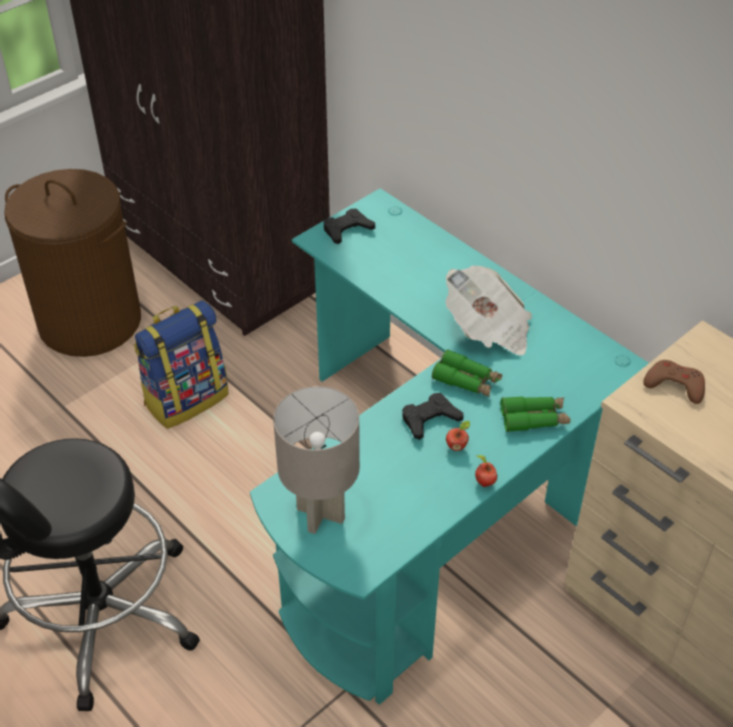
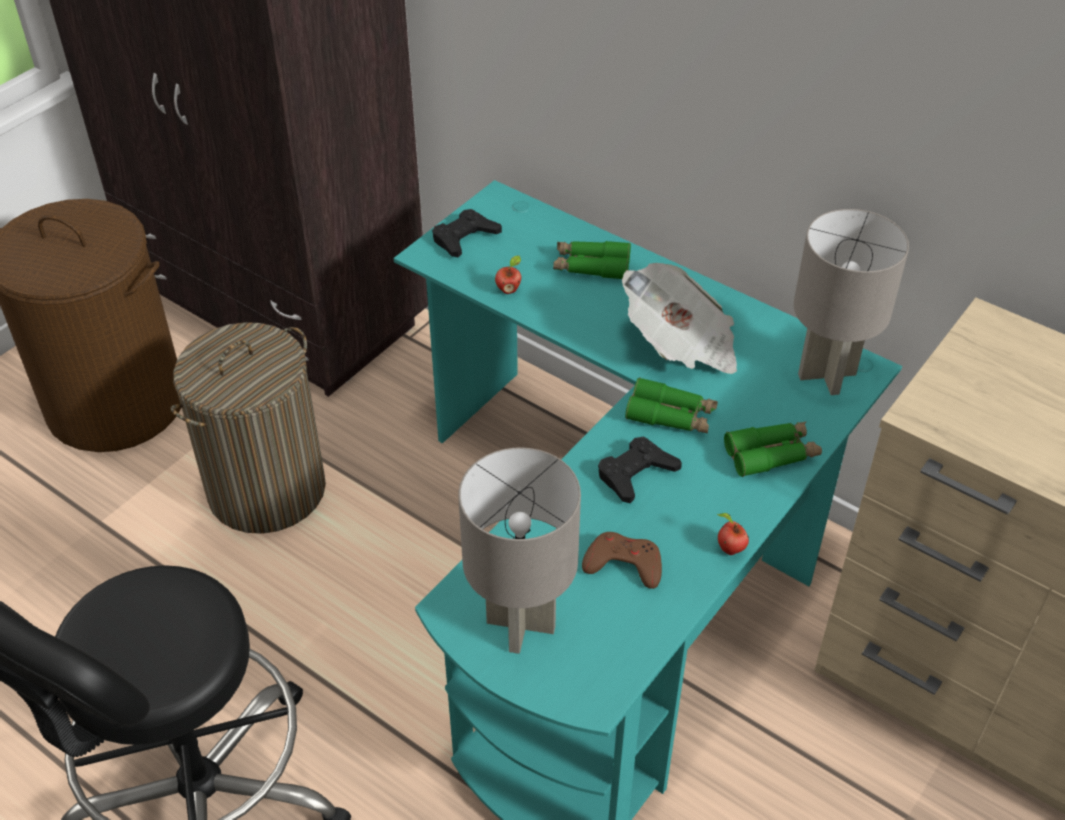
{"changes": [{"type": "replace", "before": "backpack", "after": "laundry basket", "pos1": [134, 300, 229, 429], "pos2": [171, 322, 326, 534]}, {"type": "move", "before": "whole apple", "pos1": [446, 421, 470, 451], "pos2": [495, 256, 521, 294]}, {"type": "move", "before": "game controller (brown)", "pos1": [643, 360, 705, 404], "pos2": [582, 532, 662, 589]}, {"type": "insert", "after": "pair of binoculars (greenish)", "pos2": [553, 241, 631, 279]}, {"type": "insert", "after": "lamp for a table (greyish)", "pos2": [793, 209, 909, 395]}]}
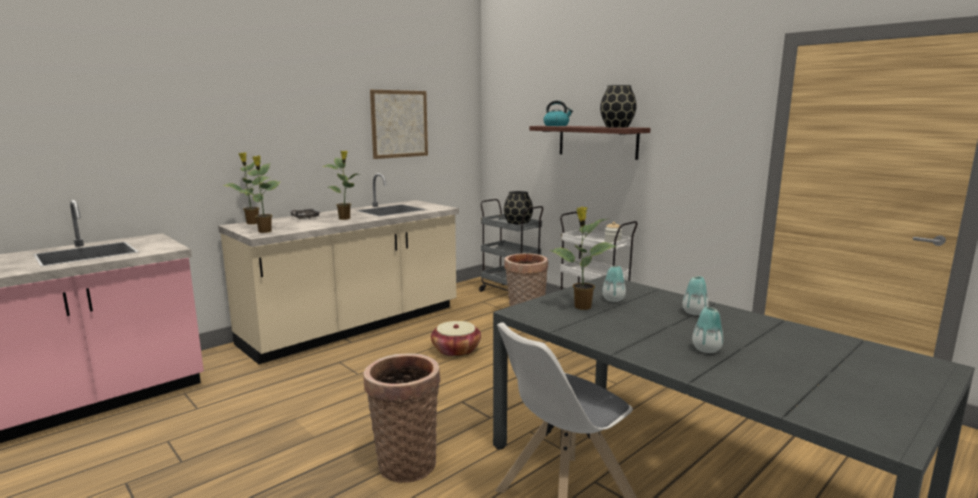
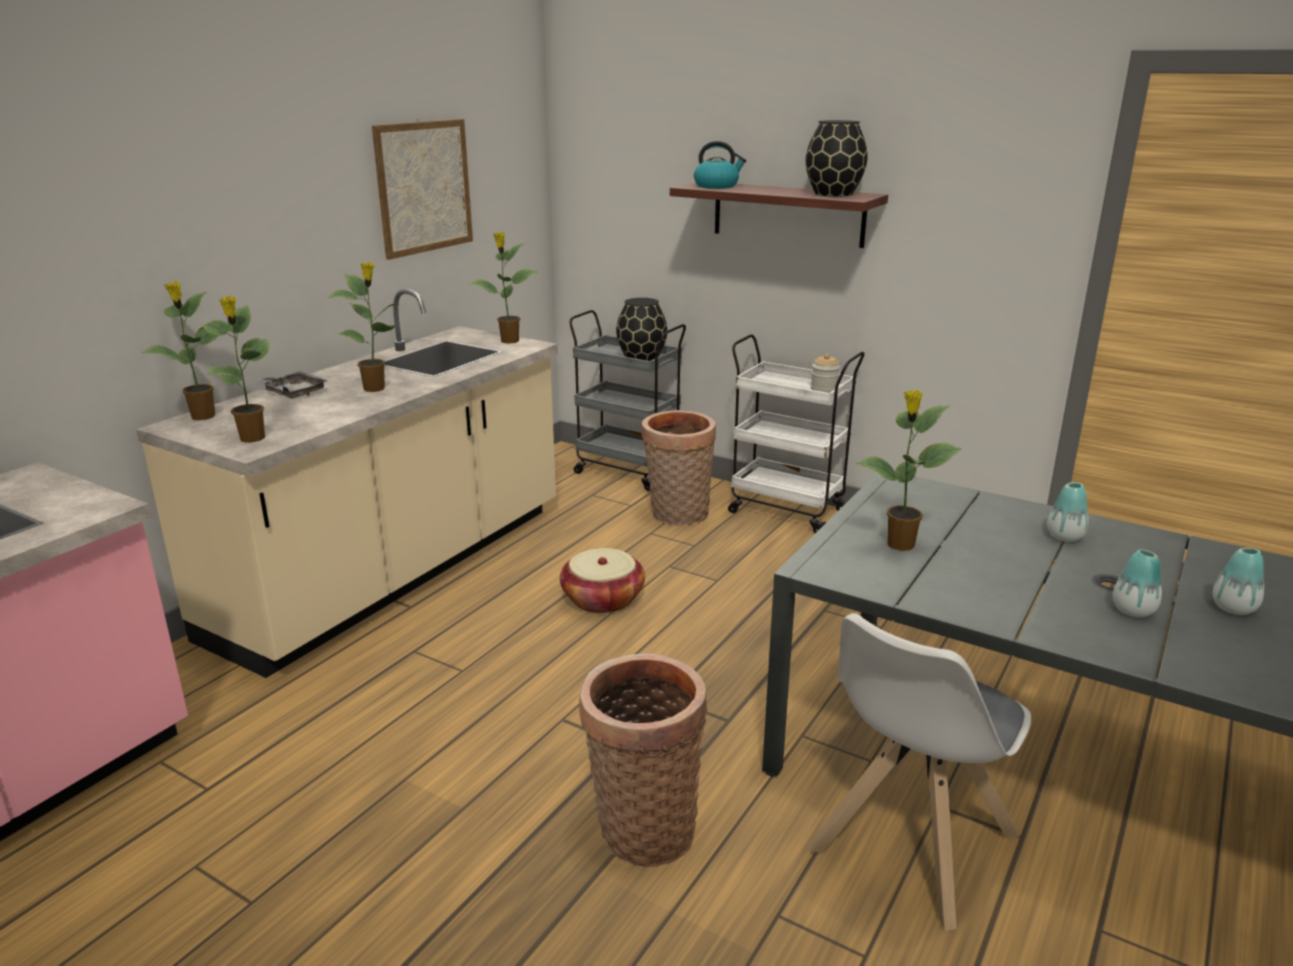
{"changes": [{"type": "move", "before": "vase", "pos1": [602, 266, 626, 302], "pos2": [1213, 548, 1264, 615]}, {"type": "insert", "after": "plant in a pot", "pos2": [469, 232, 538, 344]}]}
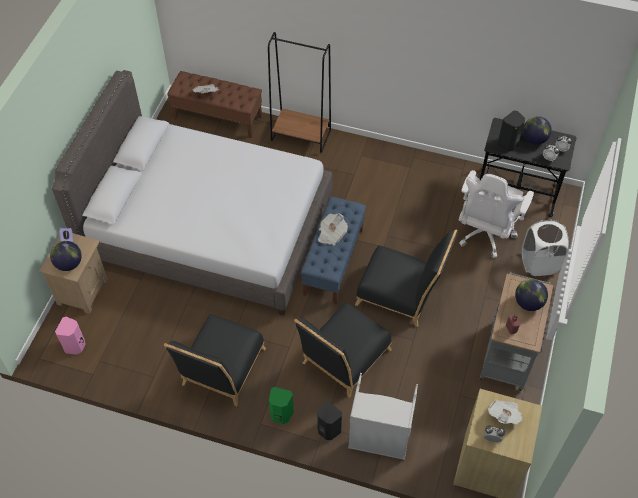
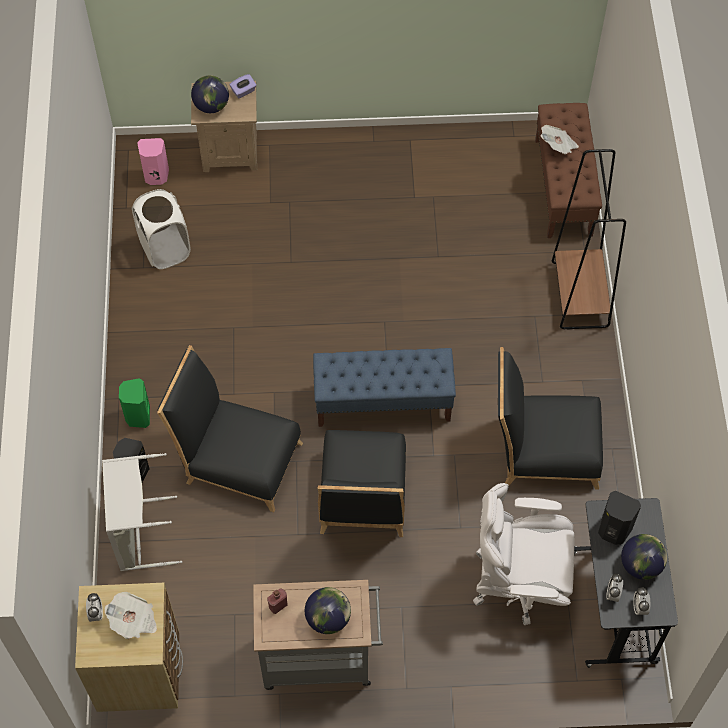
{"changes": [{"type": "delete", "before": "sleeping bed (greyish)", "pos1": [52, 70, 332, 316]}, {"type": "move", "before": "upright chair (blackish)", "pos1": [164, 314, 266, 406], "pos2": [498, 347, 603, 489]}, {"type": "delete", "before": "newspaper", "pos1": [318, 214, 348, 245]}, {"type": "move", "before": "laundry basket (whitish)", "pos1": [522, 220, 569, 276], "pos2": [132, 189, 191, 269]}]}
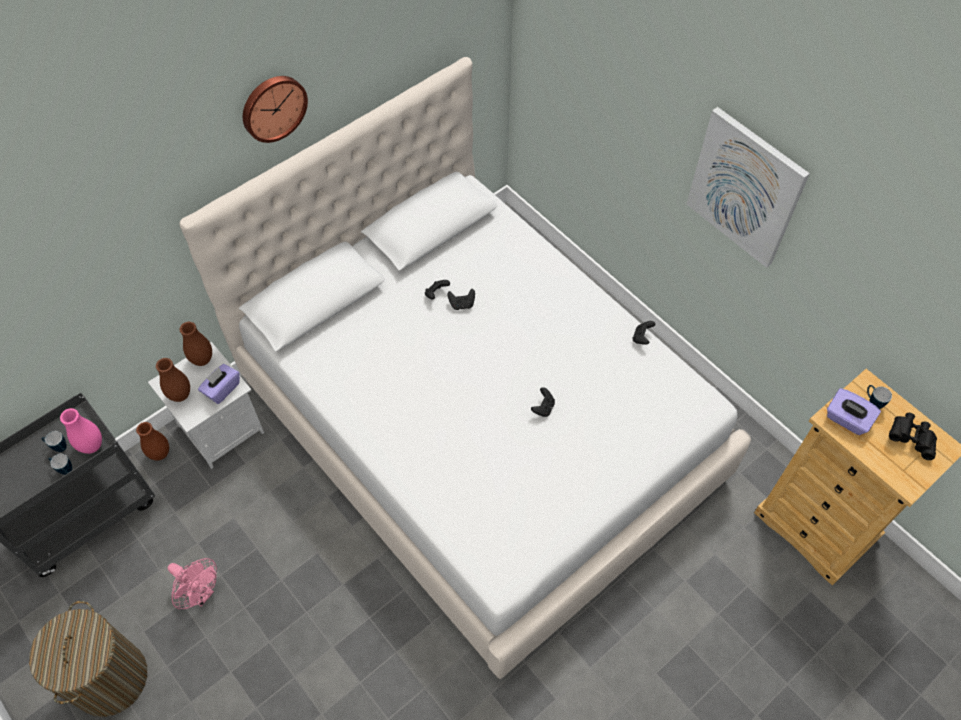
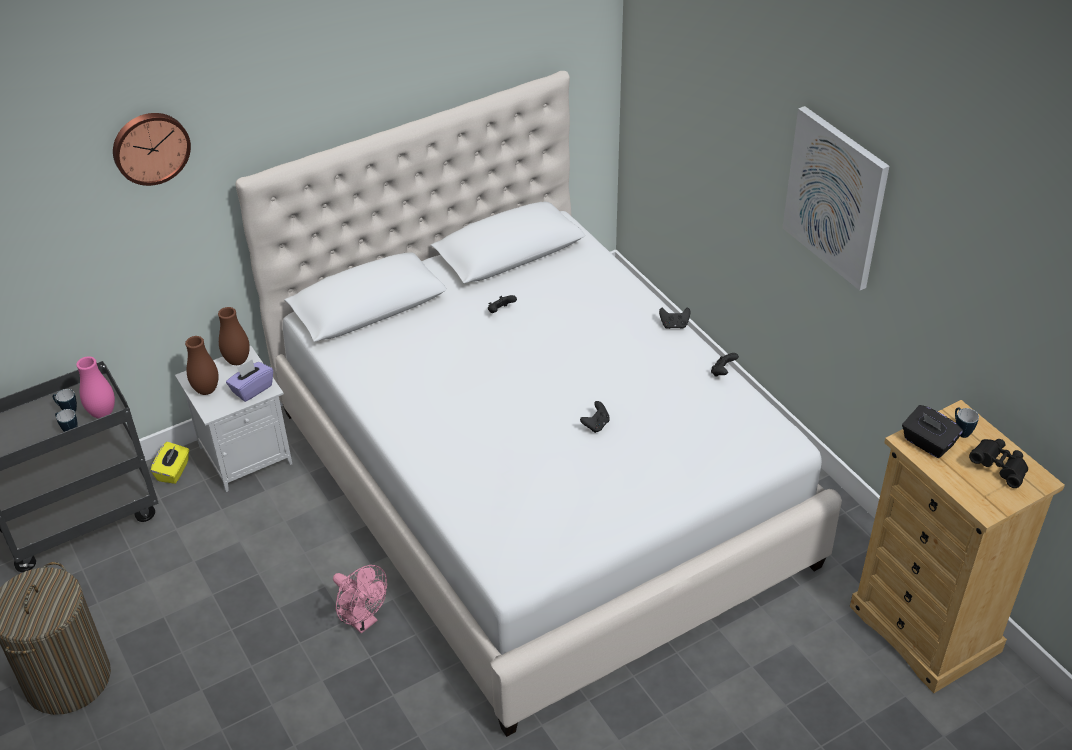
{"changes": [{"type": "replace", "before": "vase (brown)", "after": "tissue box (yellowish)", "pos1": [136, 422, 169, 460], "pos2": [151, 442, 189, 484]}, {"type": "move", "before": "cooling fan (pink-coloured)", "pos1": [168, 558, 217, 609], "pos2": [333, 565, 387, 634]}, {"type": "move", "before": "hanging clock", "pos1": [243, 76, 308, 143], "pos2": [113, 113, 191, 186]}, {"type": "move", "before": "game controller (blackish)", "pos1": [447, 289, 475, 310], "pos2": [659, 307, 690, 329]}, {"type": "recolor", "before": "tissue box (purplish)", "after": "tissue box (blackish)", "pos1": [827, 388, 881, 435], "pos2": [902, 405, 963, 458]}]}
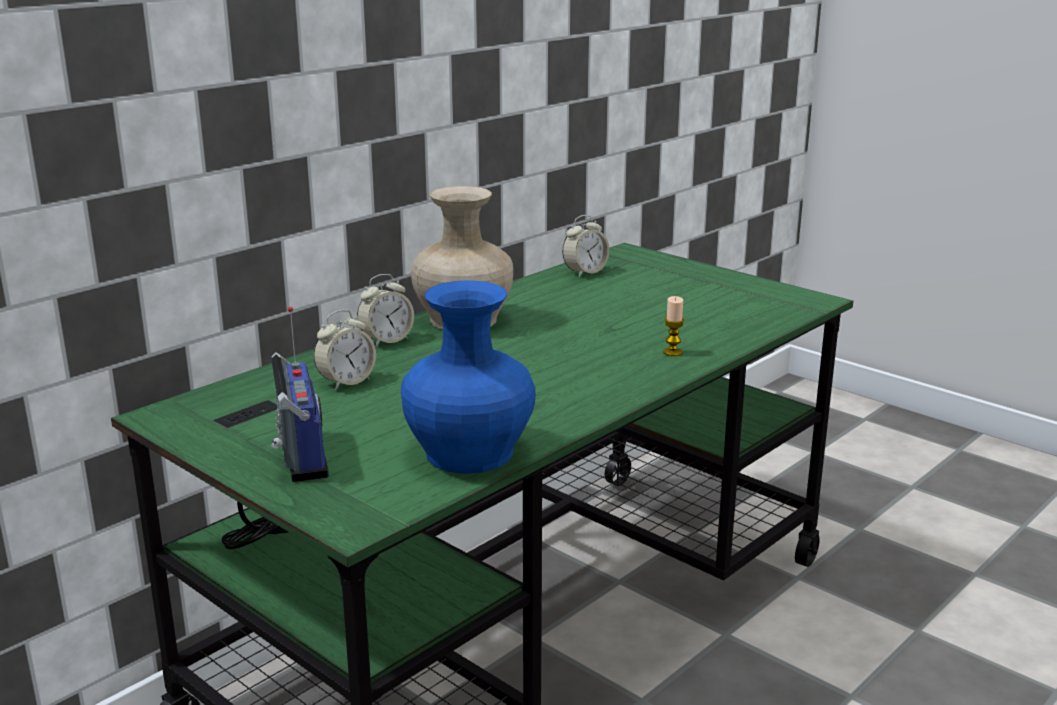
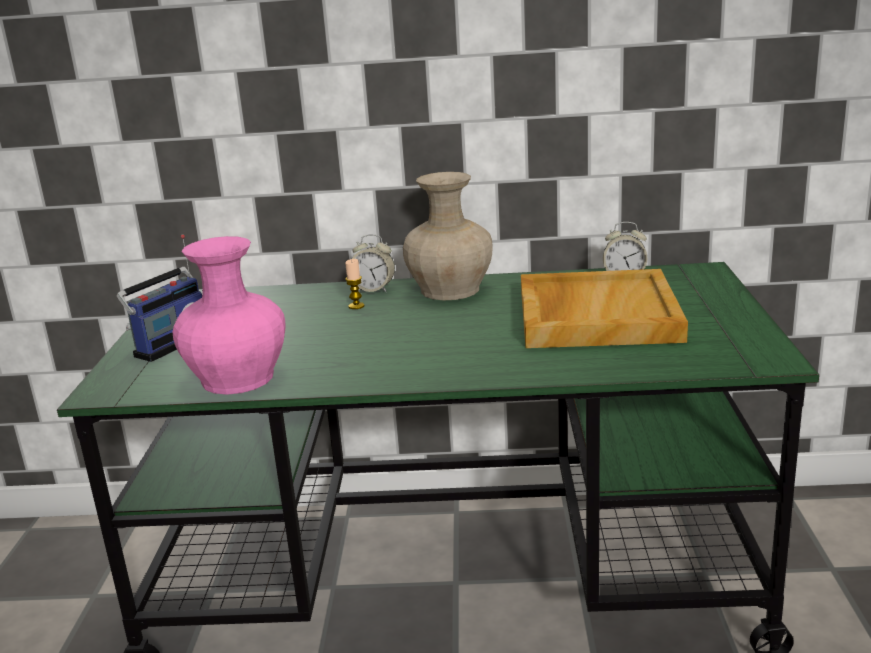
{"changes": [{"type": "delete", "before": "bedside clock", "pos1": [313, 310, 376, 390]}, {"type": "recolor", "before": "vase (blue-coloured)", "after": "vase (pink-coloured)", "pos1": [401, 280, 536, 474], "pos2": [172, 236, 286, 395]}, {"type": "move", "before": "wax light", "pos1": [663, 296, 684, 356], "pos2": [345, 259, 365, 309]}, {"type": "insert", "after": "carrying tray (beige-coloured)", "pos2": [521, 269, 688, 348]}]}
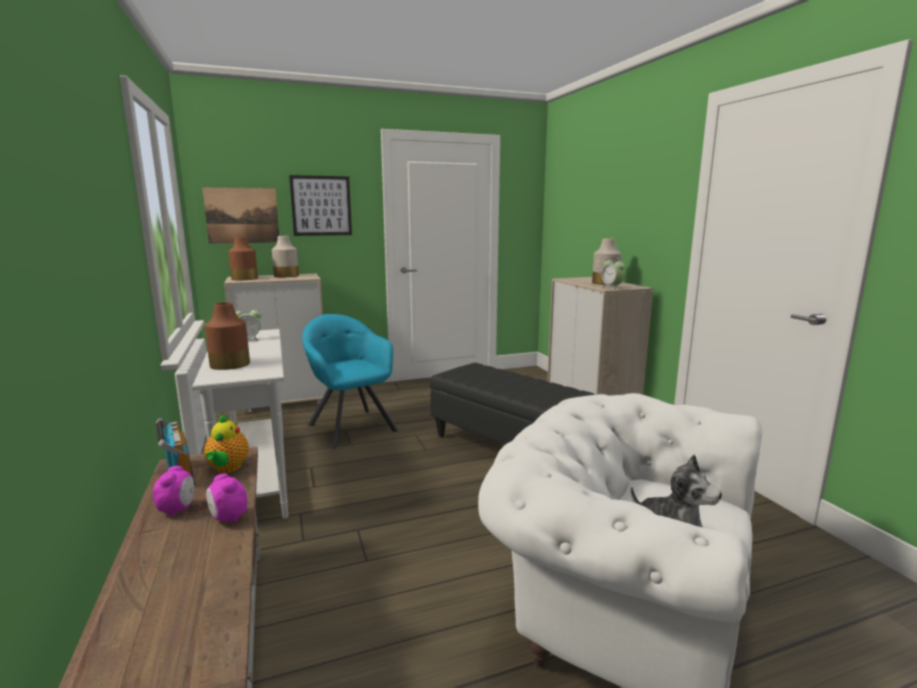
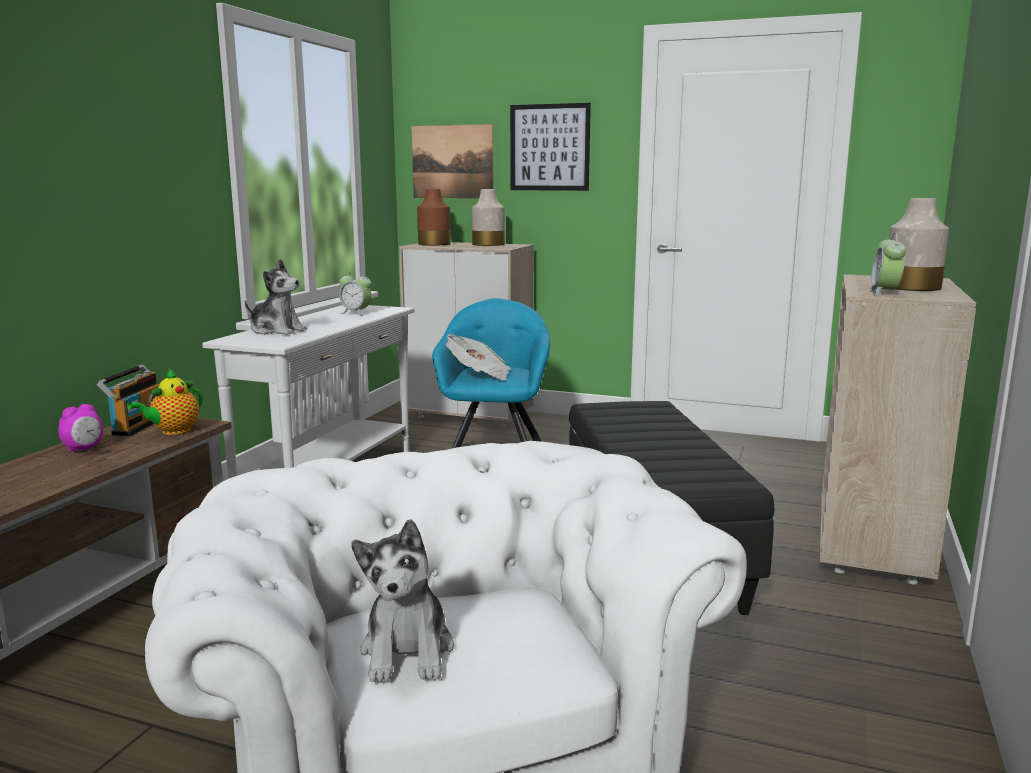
{"changes": [{"type": "replace", "before": "vase (brown)", "after": "soft toy", "pos1": [205, 302, 250, 370], "pos2": [245, 259, 307, 335]}, {"type": "delete", "before": "bedside clock", "pos1": [206, 473, 247, 523]}, {"type": "insert", "after": "newspaper", "pos2": [446, 334, 510, 380]}]}
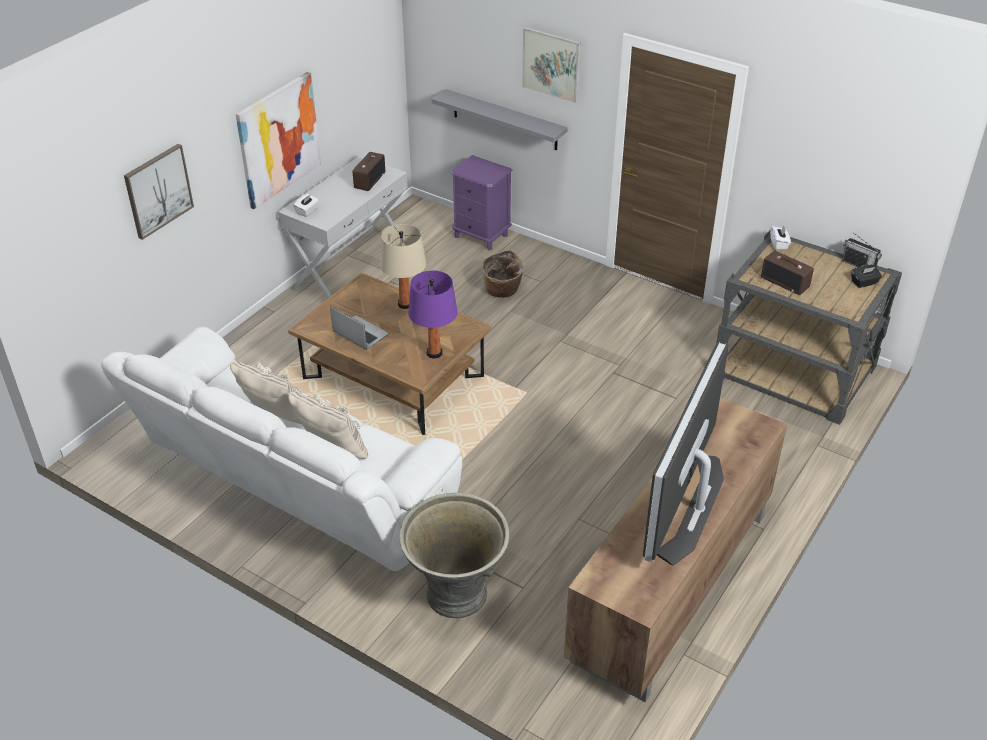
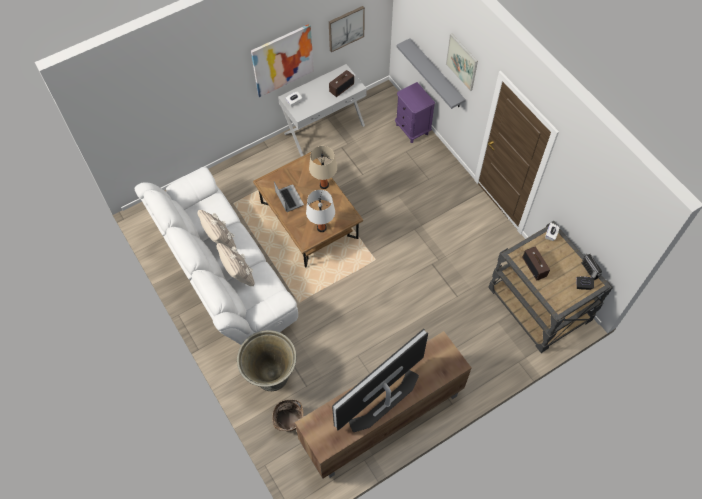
{"changes": [{"type": "move", "before": "picture", "pos1": [124, 144, 194, 240], "pos2": [329, 6, 365, 52]}, {"type": "recolor", "before": "lamp for a table (purplish)", "after": "lamp for a table (whitish)", "pos1": [408, 270, 458, 358], "pos2": [306, 190, 335, 232]}, {"type": "move", "before": "storage basket", "pos1": [482, 250, 524, 298], "pos2": [272, 399, 304, 431]}]}
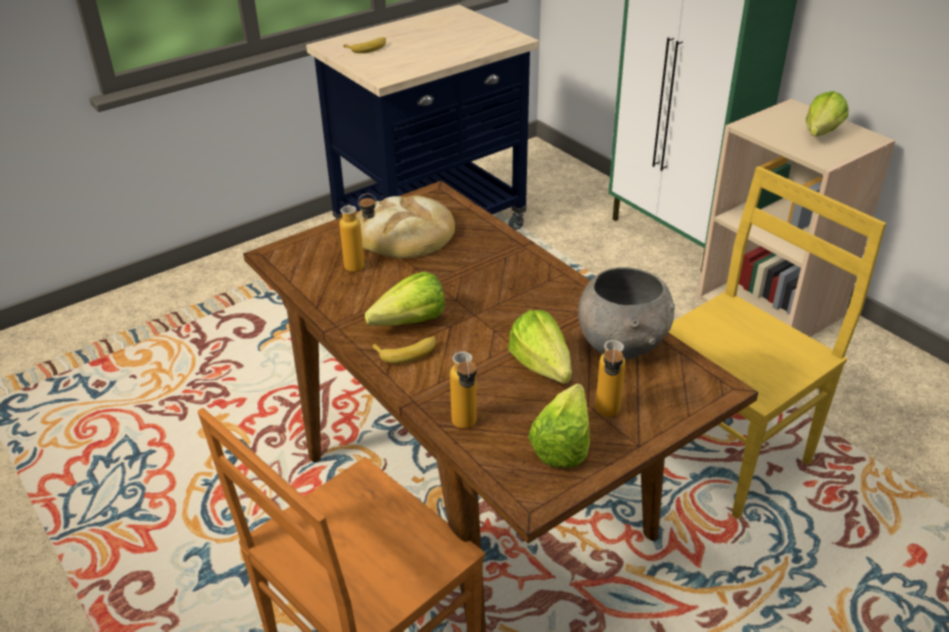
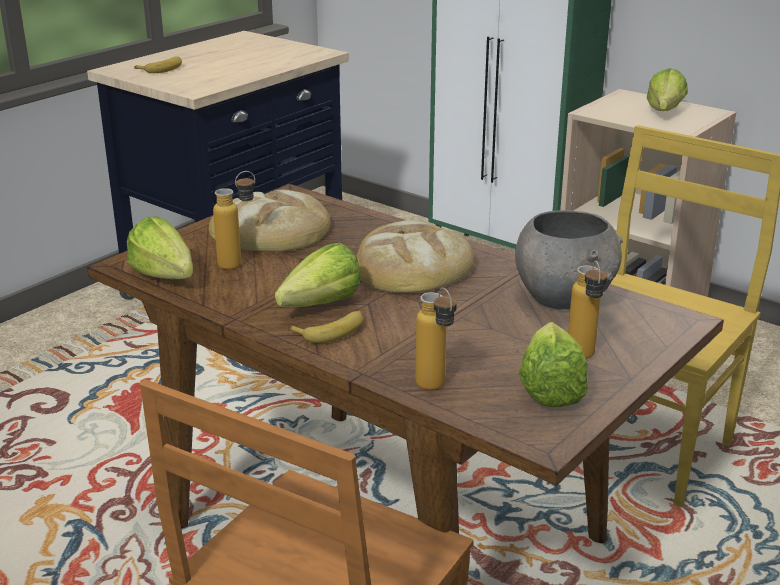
{"changes": [{"type": "move", "before": "lettuce head", "pos1": [508, 310, 572, 384], "pos2": [127, 216, 193, 279]}, {"type": "insert", "after": "baked bread", "pos2": [357, 220, 474, 293]}]}
